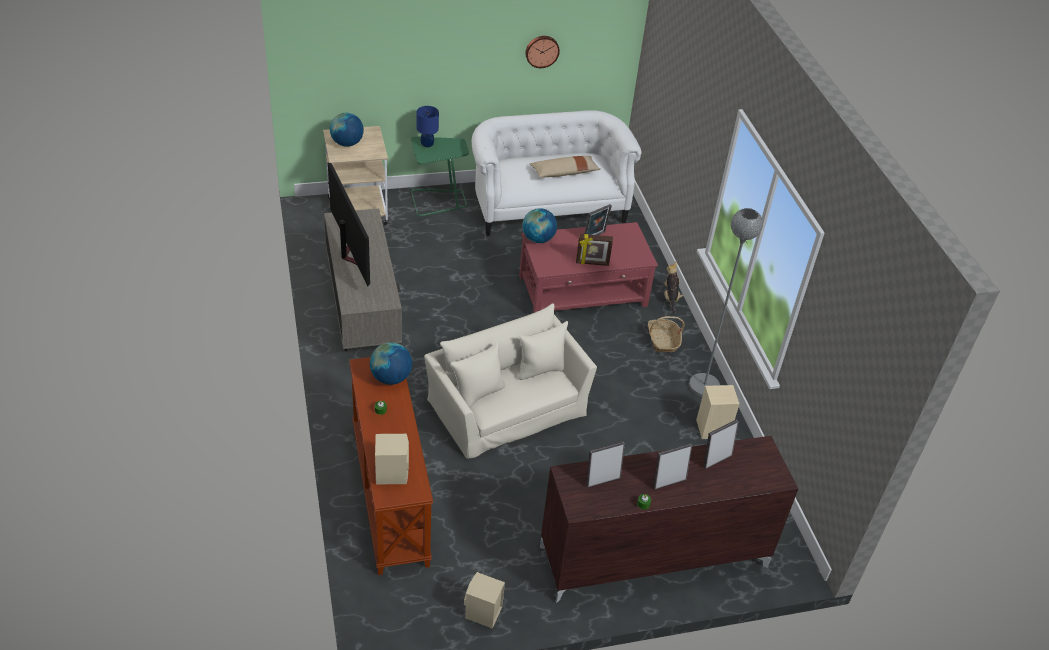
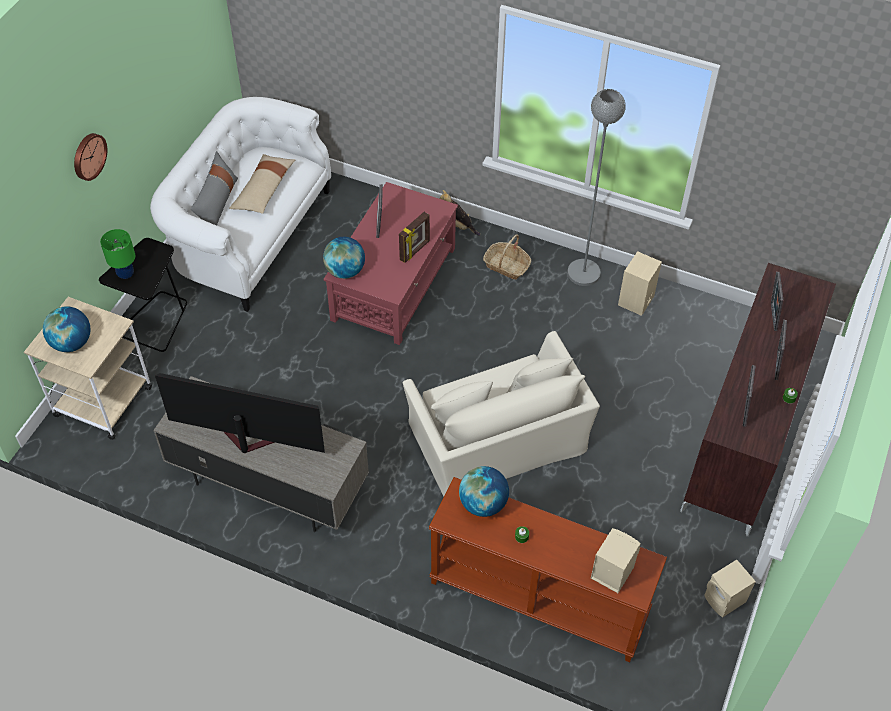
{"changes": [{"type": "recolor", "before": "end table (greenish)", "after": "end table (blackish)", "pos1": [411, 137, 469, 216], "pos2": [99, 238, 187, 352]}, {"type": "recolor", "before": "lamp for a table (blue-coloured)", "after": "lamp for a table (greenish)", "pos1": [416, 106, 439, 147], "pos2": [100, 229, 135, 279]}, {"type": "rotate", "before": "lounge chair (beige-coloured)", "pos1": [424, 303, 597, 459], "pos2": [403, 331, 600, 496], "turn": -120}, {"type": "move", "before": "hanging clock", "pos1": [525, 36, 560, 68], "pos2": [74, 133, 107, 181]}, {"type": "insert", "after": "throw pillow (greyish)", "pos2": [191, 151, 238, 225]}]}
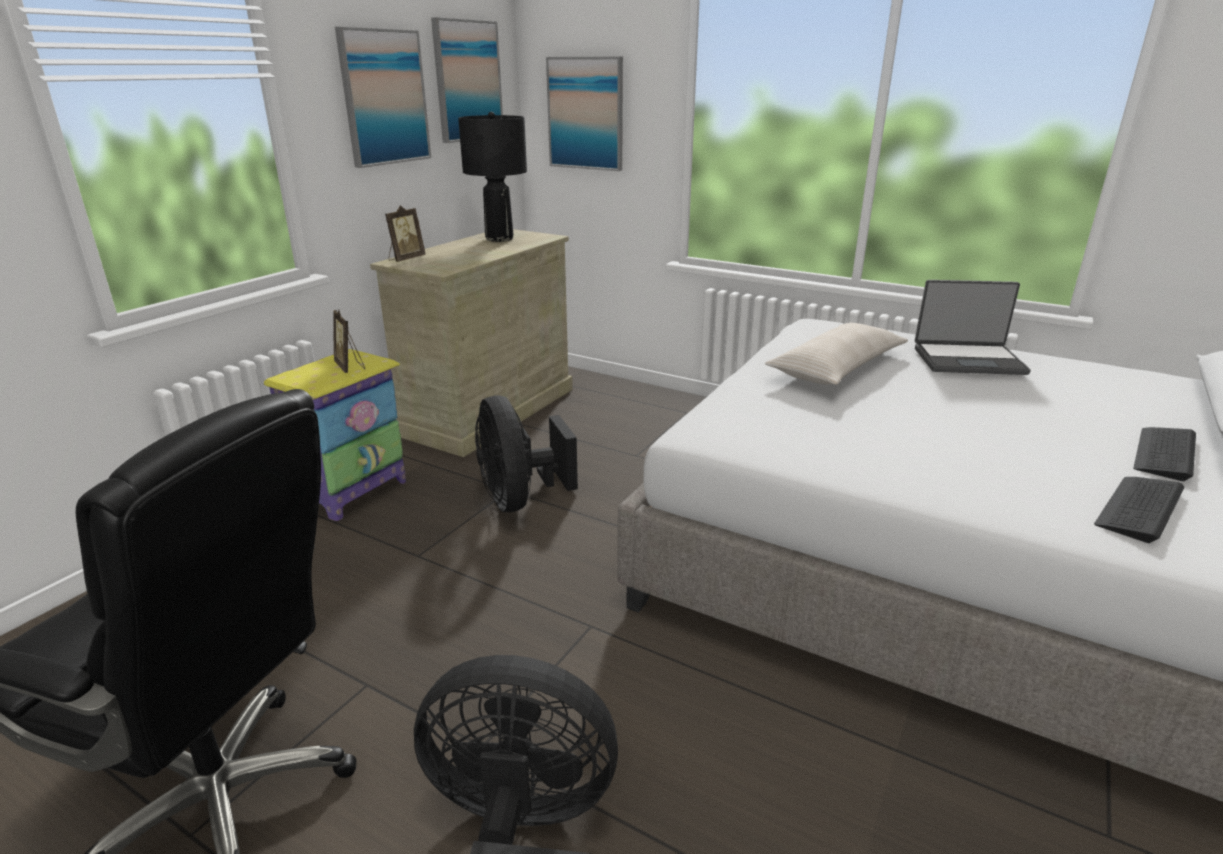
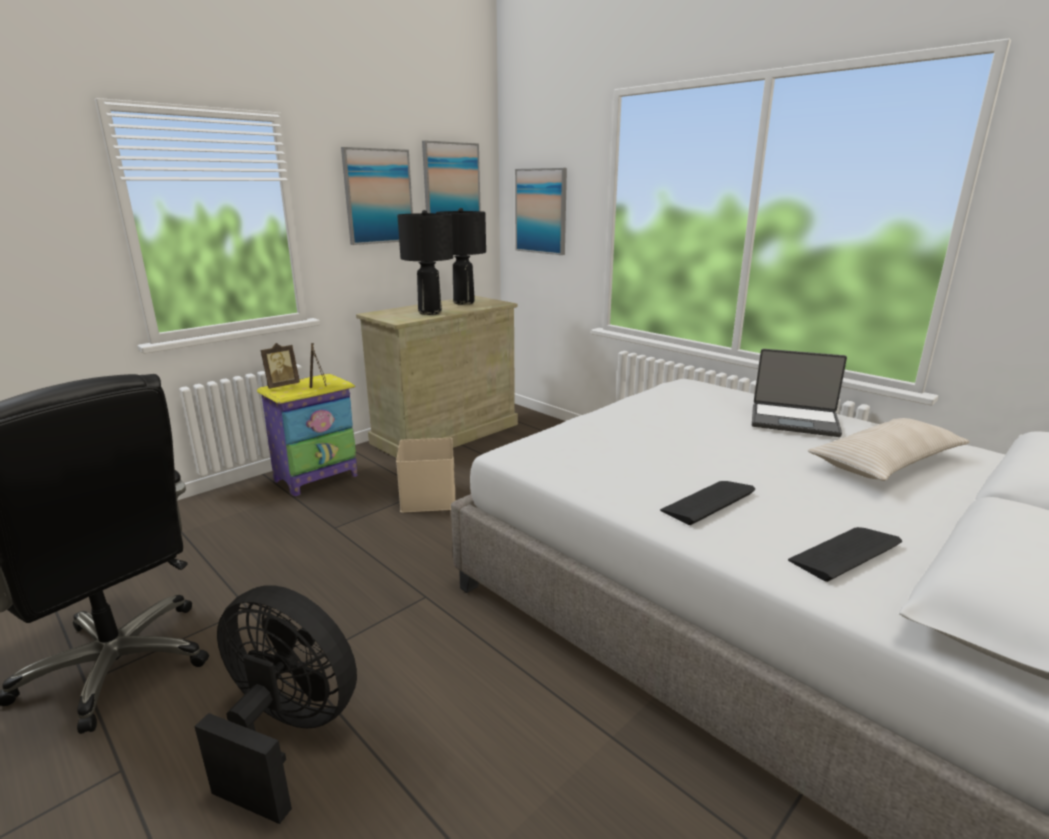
{"changes": [{"type": "move", "before": "standing frame", "pos1": [385, 205, 425, 262], "pos2": [261, 343, 300, 389]}, {"type": "replace", "before": "cooling fan (blackish)", "after": "storage box (beige-coloured)", "pos1": [475, 395, 578, 512], "pos2": [396, 438, 455, 513]}, {"type": "move", "before": "throw pillow (beige-coloured)", "pos1": [765, 323, 908, 385], "pos2": [808, 418, 970, 481]}, {"type": "move", "before": "keyboard", "pos1": [1133, 427, 1196, 481], "pos2": [660, 481, 755, 525]}, {"type": "insert", "after": "lamp for a table (blackish)", "pos2": [397, 210, 453, 315]}]}
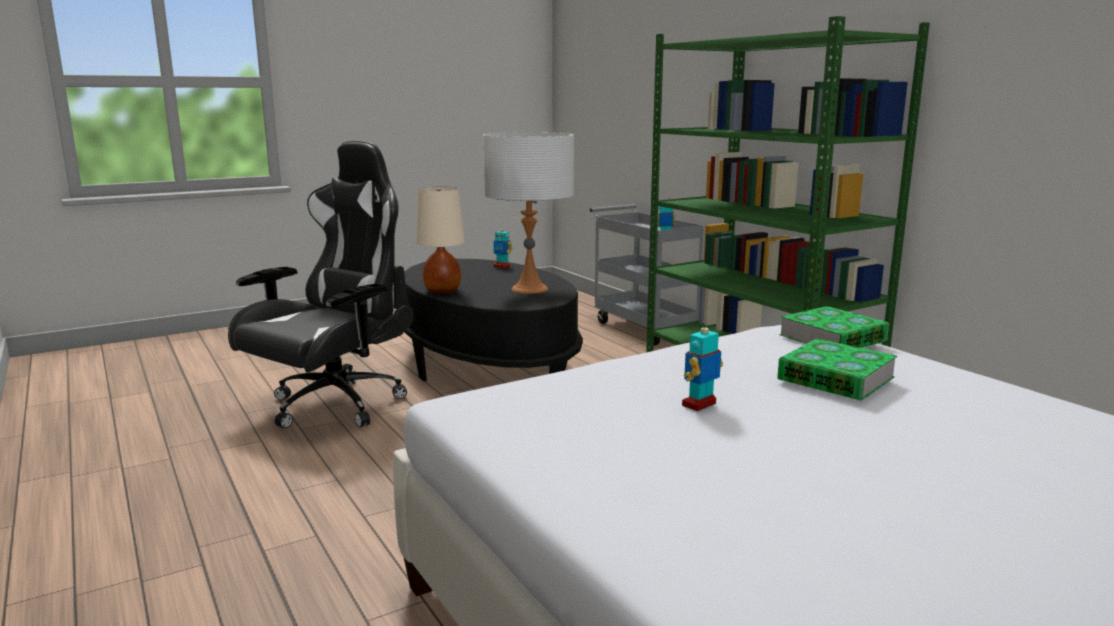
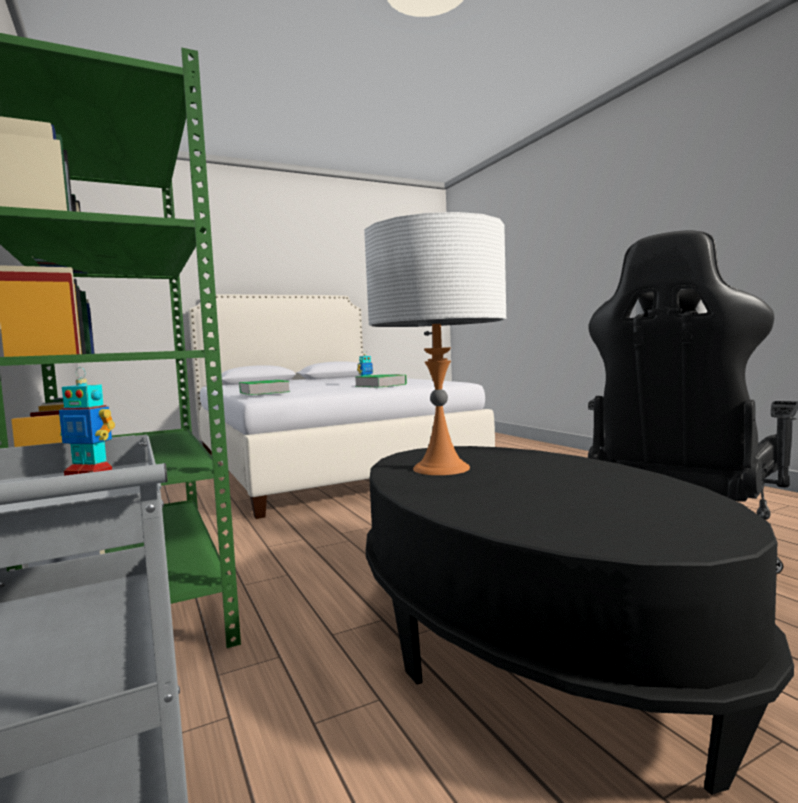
{"changes": [{"type": "delete", "before": "lamp for a table (beige-coloured)", "pos1": [417, 187, 465, 294]}, {"type": "delete", "before": "toy robot", "pos1": [493, 227, 513, 268]}, {"type": "move", "before": "book", "pos1": [777, 339, 897, 401], "pos2": [355, 374, 407, 388]}]}
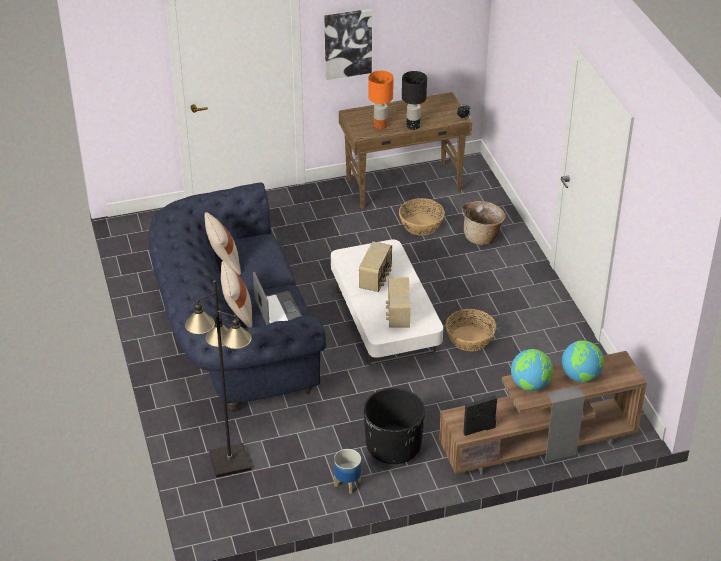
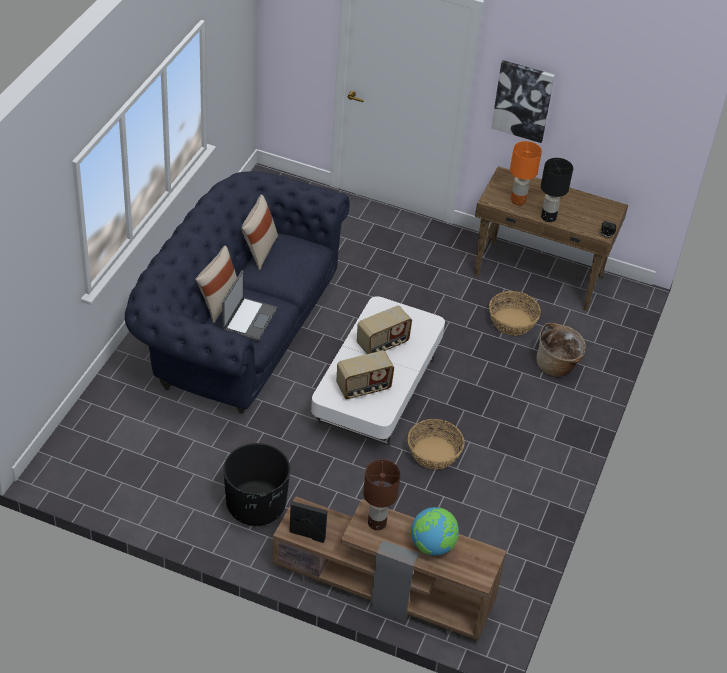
{"changes": [{"type": "delete", "before": "standing lamp (blackish)", "pos1": [185, 280, 252, 478]}, {"type": "delete", "before": "planter", "pos1": [334, 449, 361, 494]}, {"type": "rotate", "before": "radio", "pos1": [386, 277, 411, 328], "pos2": [337, 351, 394, 399], "turn": -150}, {"type": "replace", "before": "desk globe", "after": "lamp for a table (brown)", "pos1": [511, 349, 553, 391], "pos2": [363, 460, 400, 530]}]}
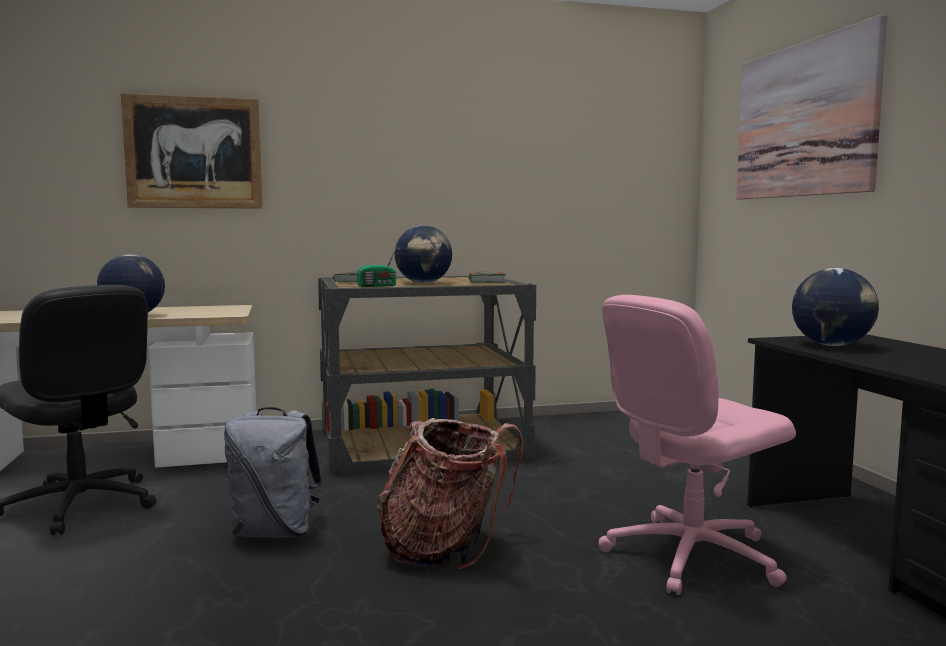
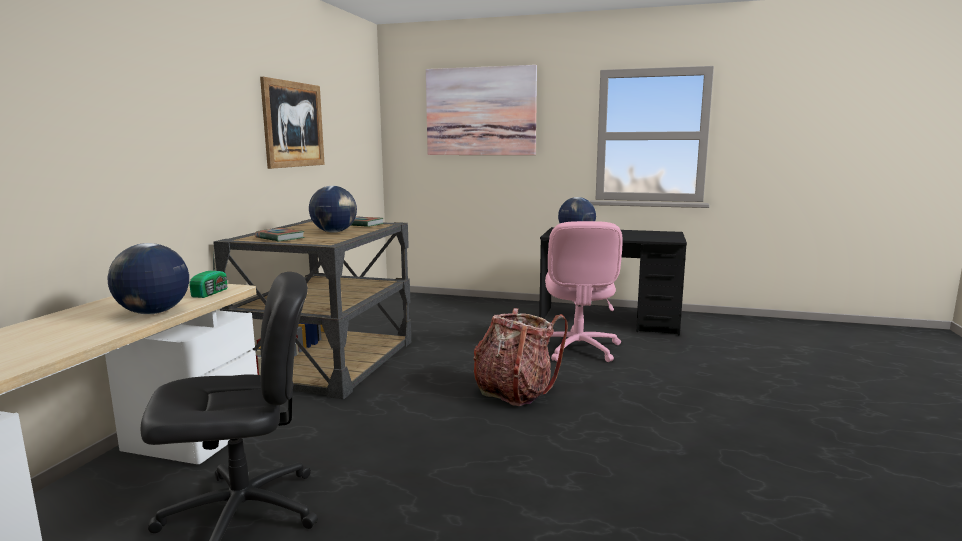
{"changes": [{"type": "move", "before": "picture", "pos1": [121, 93, 263, 209], "pos2": [260, 77, 325, 169]}, {"type": "delete", "before": "backpack (greyish)", "pos1": [224, 407, 323, 538]}, {"type": "move", "before": "radio", "pos1": [357, 248, 397, 287], "pos2": [189, 251, 227, 298]}]}
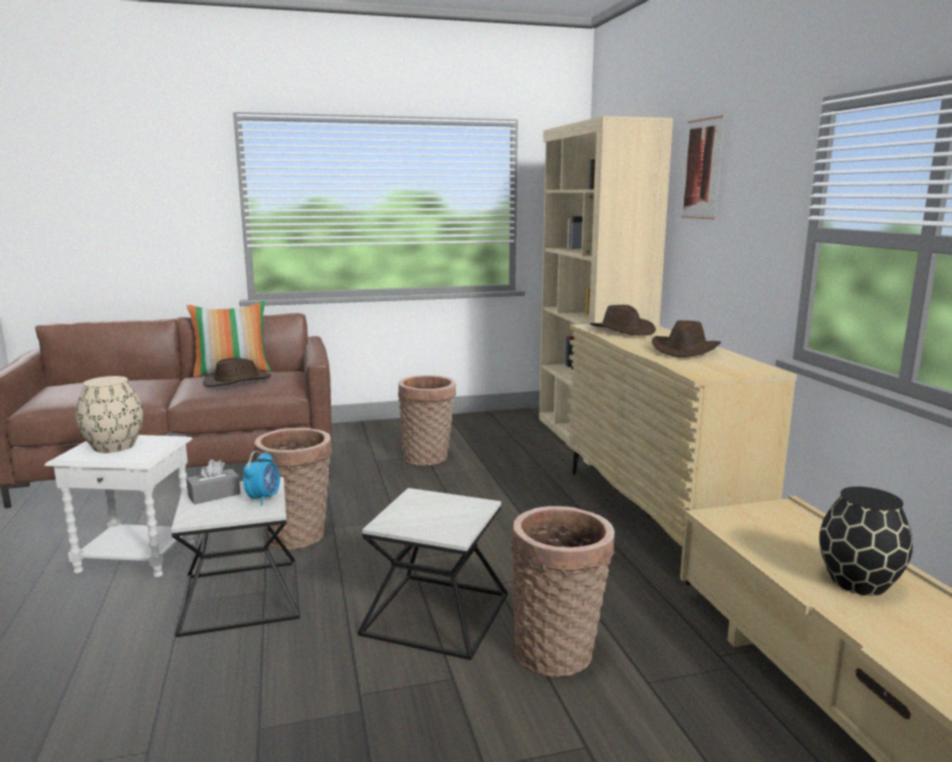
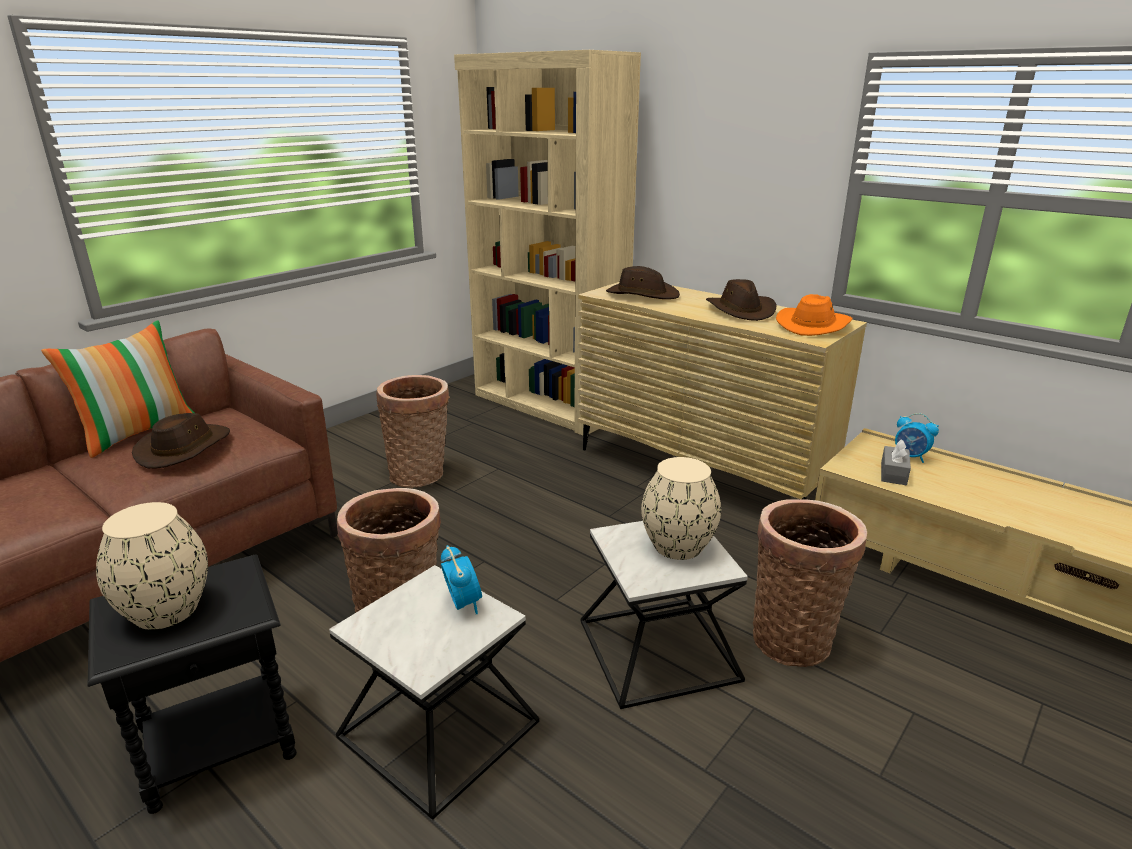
{"changes": [{"type": "recolor", "before": "end table (whitish)", "after": "end table (blackish)", "pos1": [44, 435, 194, 577], "pos2": [87, 554, 297, 814]}, {"type": "move", "before": "tissue box (greyish)", "pos1": [186, 459, 240, 505], "pos2": [881, 440, 911, 485]}, {"type": "delete", "before": "picture", "pos1": [681, 115, 725, 220]}, {"type": "delete", "before": "vase (blackish)", "pos1": [819, 487, 913, 596]}, {"type": "insert", "after": "vase (beige-coloured)", "pos2": [641, 457, 721, 560]}, {"type": "insert", "after": "hat (orange)", "pos2": [776, 294, 853, 336]}, {"type": "insert", "after": "bedside clock", "pos2": [895, 413, 939, 463]}]}
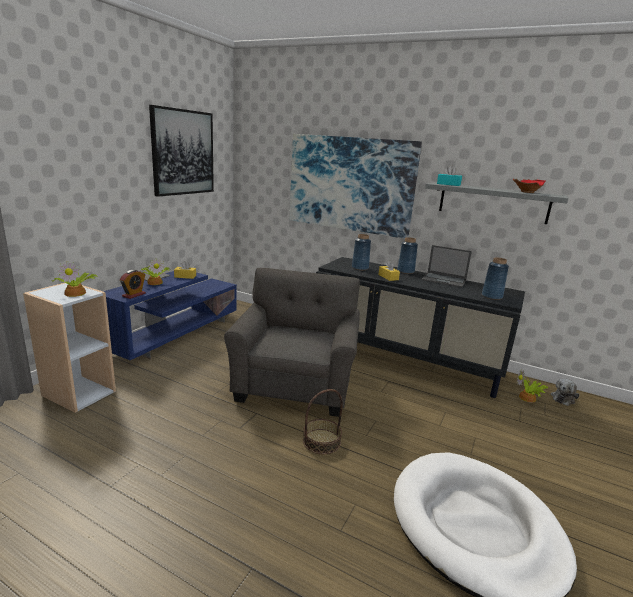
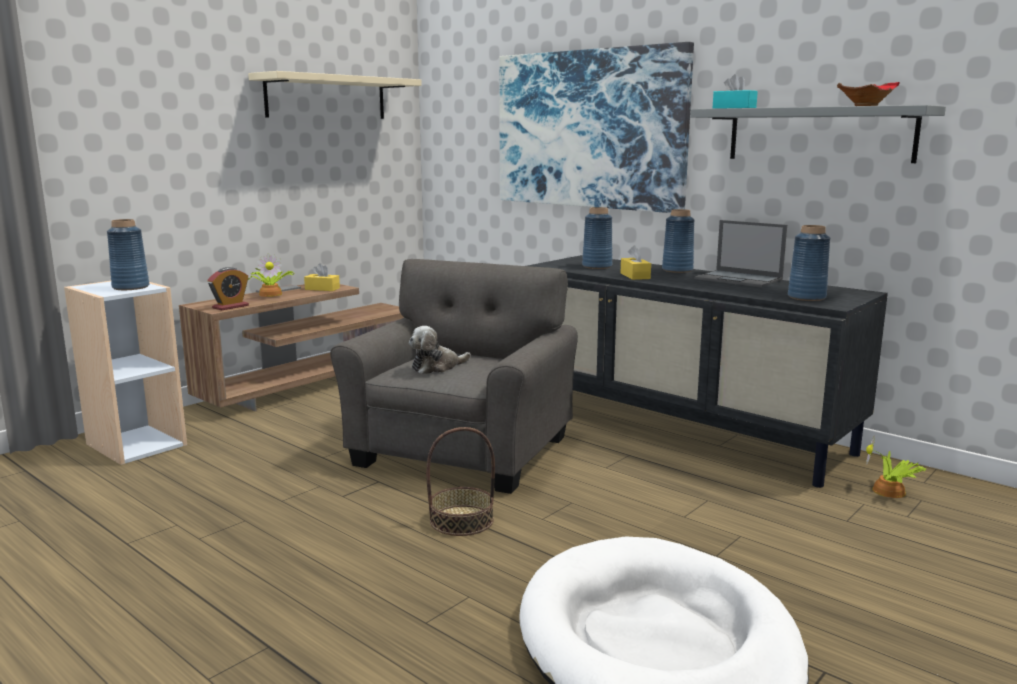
{"changes": [{"type": "replace", "before": "plant in a pot", "after": "vase (blue-coloured)", "pos1": [52, 261, 98, 297], "pos2": [107, 219, 150, 290]}, {"type": "recolor", "before": "tv stand (blue-coloured)", "after": "tv stand (brown)", "pos1": [103, 271, 237, 360], "pos2": [179, 284, 404, 411]}, {"type": "replace", "before": "picture", "after": "wall shelf (beige-coloured)", "pos1": [149, 105, 214, 197], "pos2": [248, 71, 422, 119]}, {"type": "move", "before": "soft toy", "pos1": [551, 379, 579, 406], "pos2": [409, 326, 471, 374]}]}
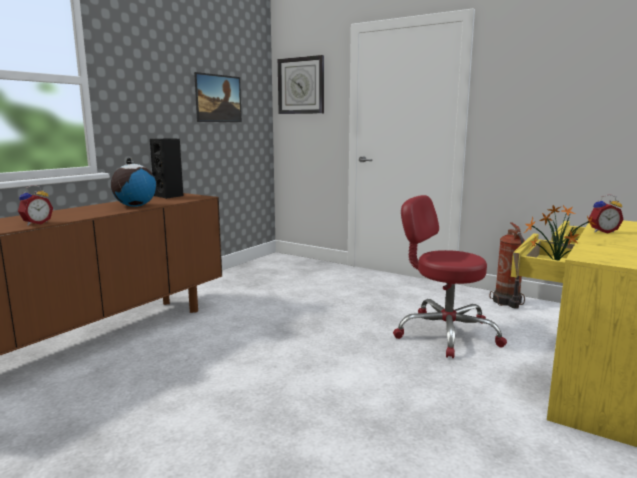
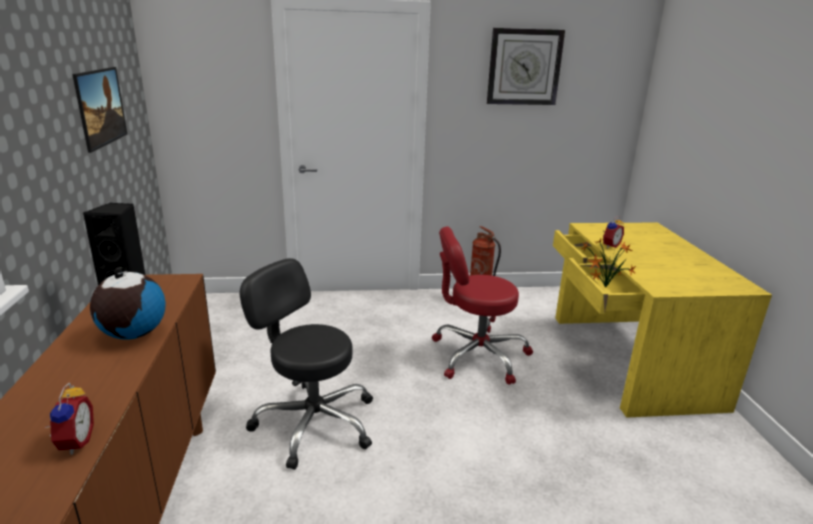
{"changes": [{"type": "move", "before": "hanging clock", "pos1": [278, 55, 324, 114], "pos2": [487, 28, 565, 105]}, {"type": "insert", "after": "desk chair (blackish)", "pos2": [240, 258, 373, 470]}]}
